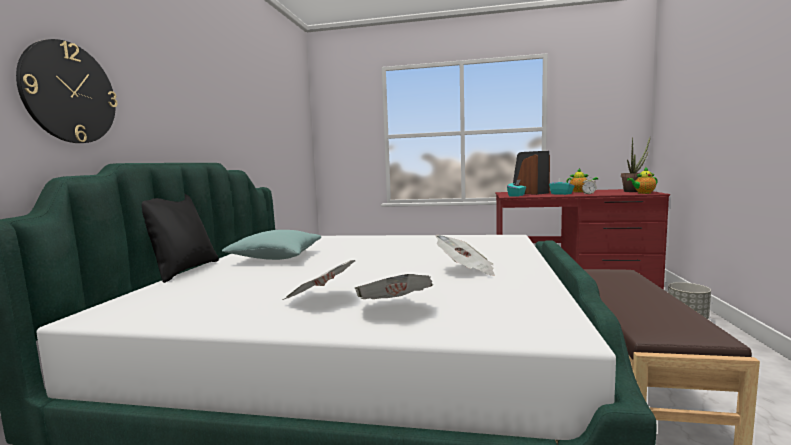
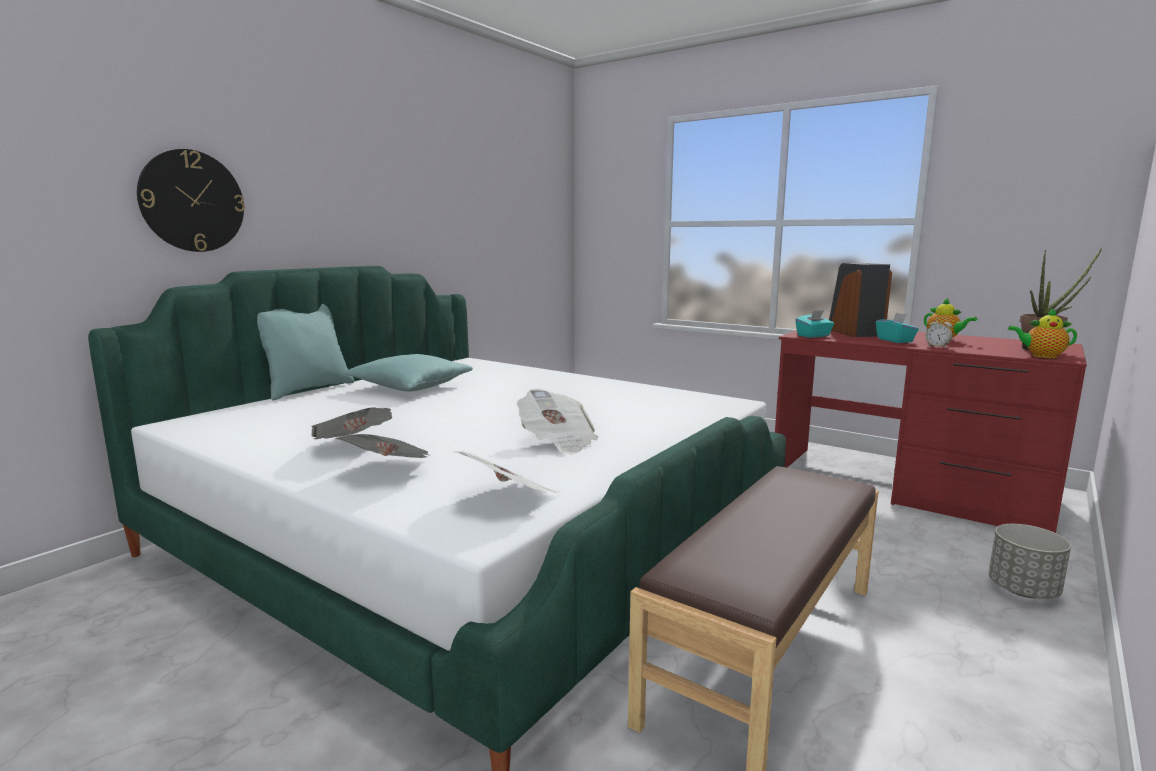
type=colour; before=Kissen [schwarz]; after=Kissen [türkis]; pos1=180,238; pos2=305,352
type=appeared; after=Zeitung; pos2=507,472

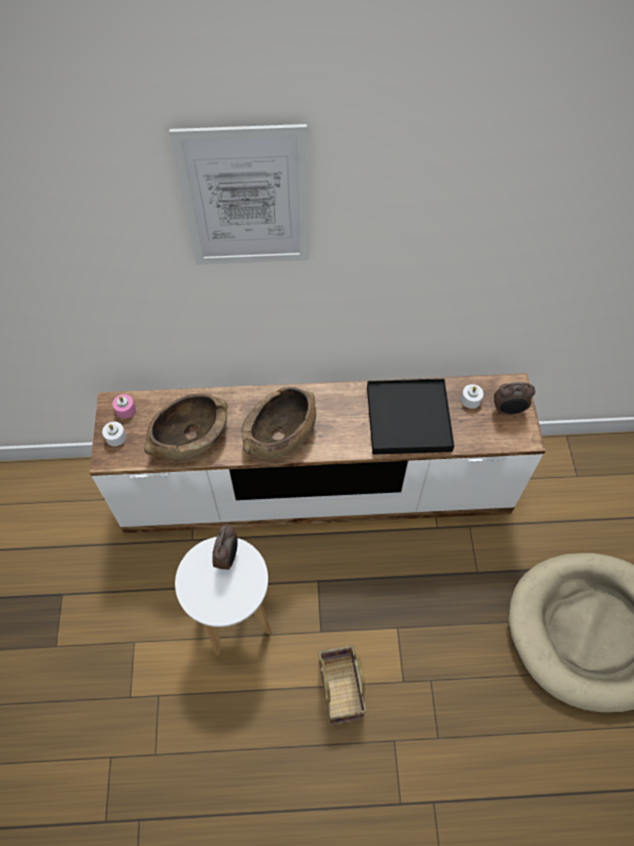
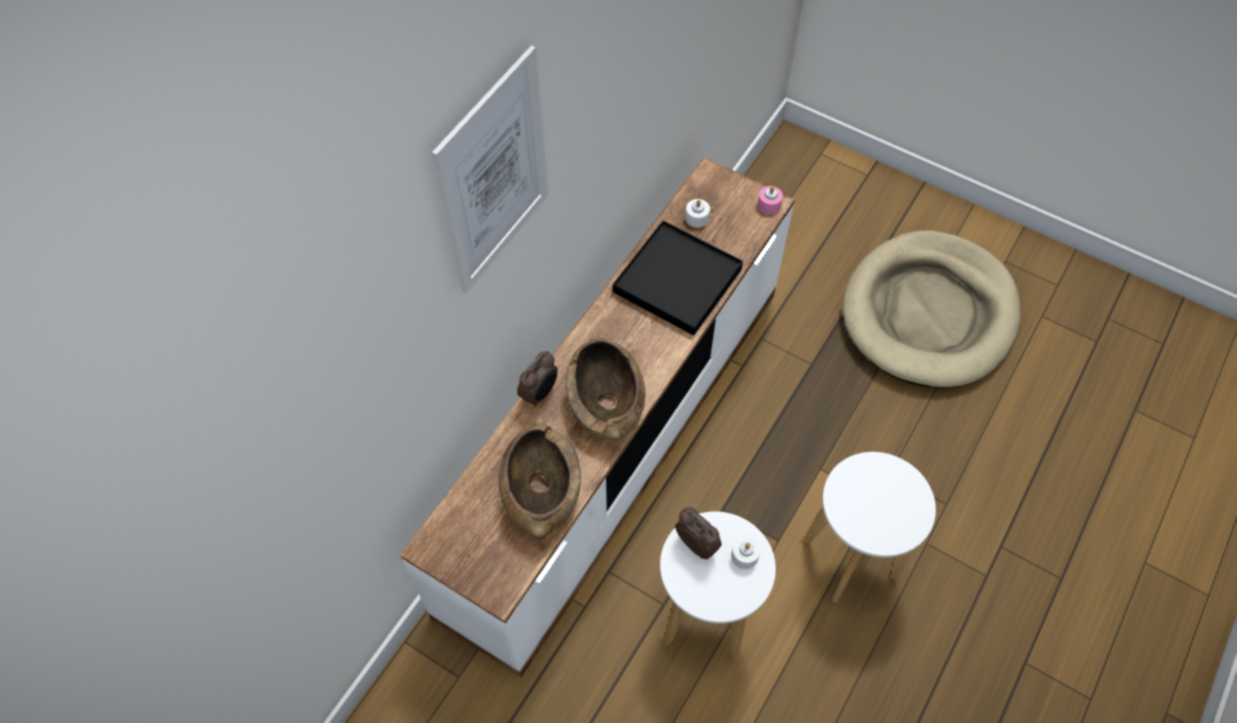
type=relocated; before=Wecker; pos1=514,398; pos2=537,379
type=relocated; before=Kerze [rosa]; pos1=124,406; pos2=770,200
type=relocated; before=Kerze [weiß]; pos1=114,434; pos2=745,553
type=exchanged; before=Korb; after=Hocker [weiß]; pos1=342,684; pos2=869,527

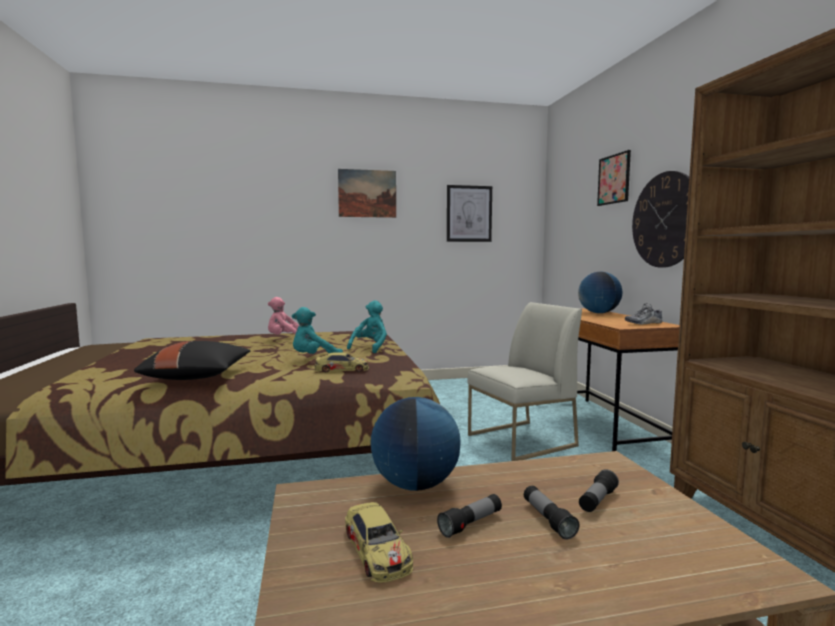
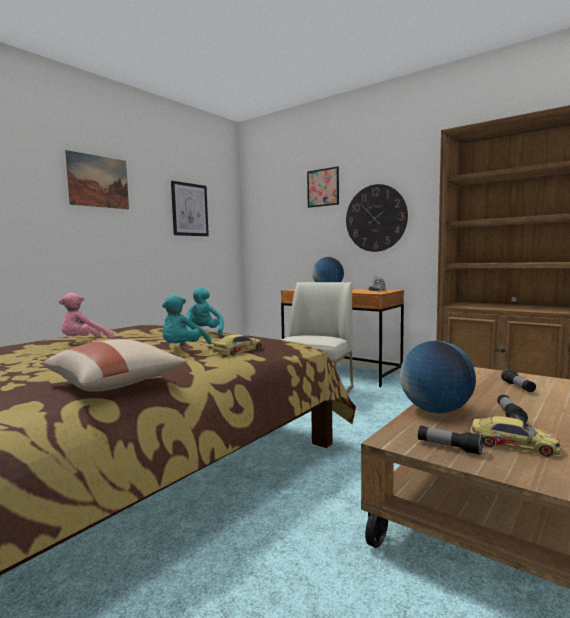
type=colour; before=Kissen [schwarz]; after=Kissen [beige]; pos1=192,360; pos2=115,365
type=relocated; before=Taschenlampe; pos1=551,513; pos2=450,440

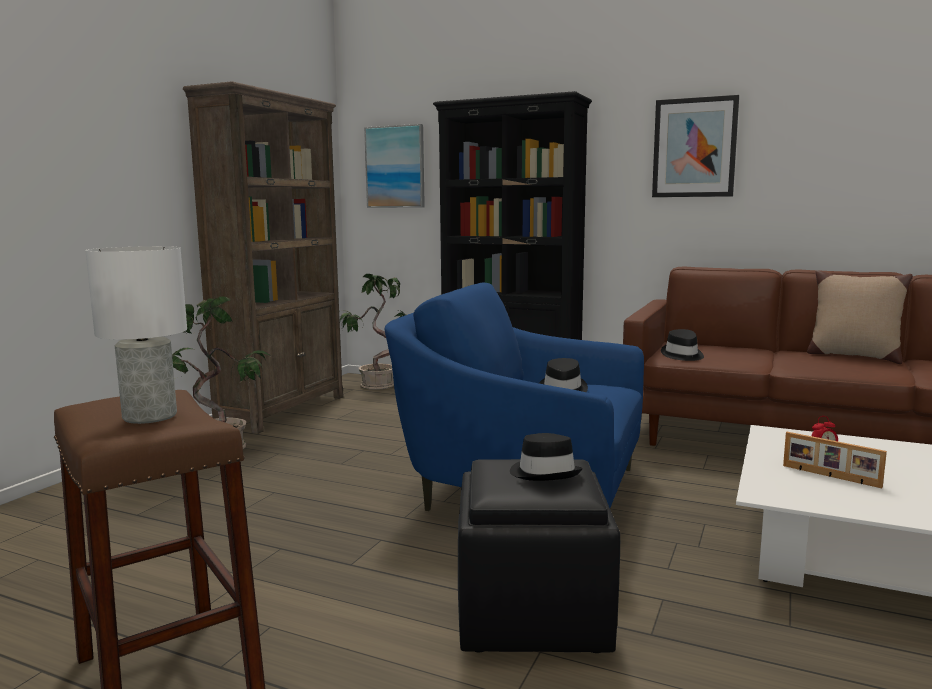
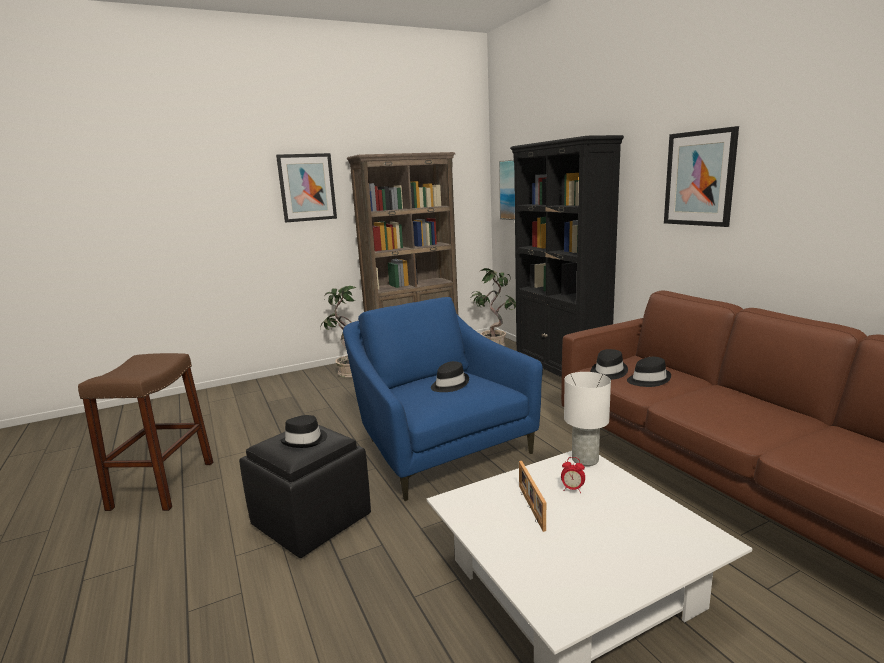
type=relocated; before=Tischlampe [weiß]; pos1=136,335; pos2=587,419
type=missing; before=Kissen [beige]; pos1=860,317
type=appeared; after=Bild; pos2=306,188
type=appeared; after=Hut [schwarz]; pos2=649,372

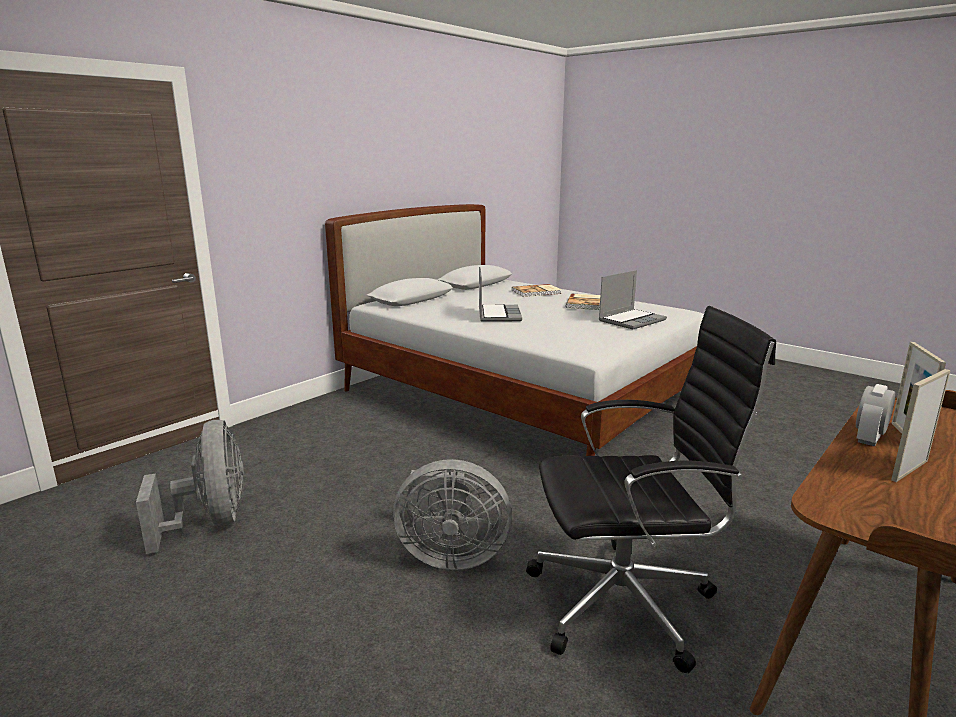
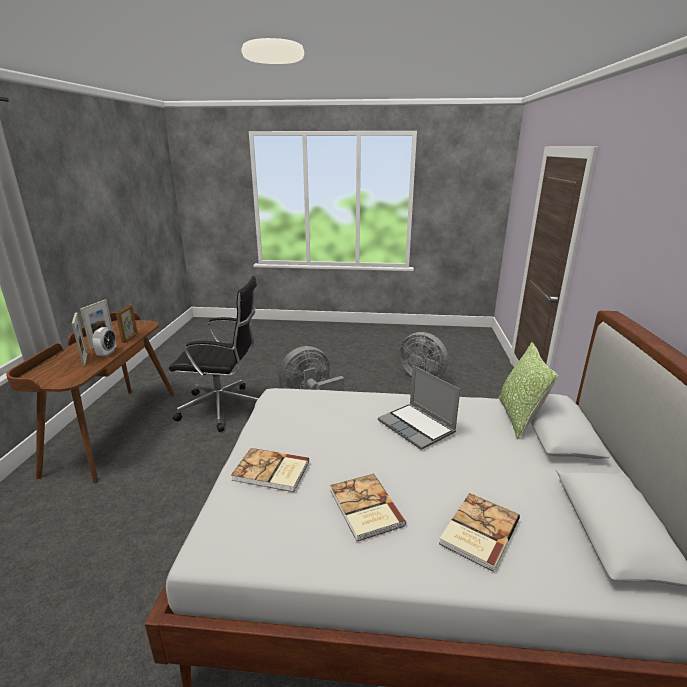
type=exchanged; before=Laptop; after=Buch; pos1=633,299; pos2=270,470
type=spun; before=Bürostuhl [schwarz]; pos1=651,489; pos2=213,354; turn=-135
type=appeared; after=Bilderrahmen; pos2=127,324
type=appeared; after=Kissen; pos2=528,390

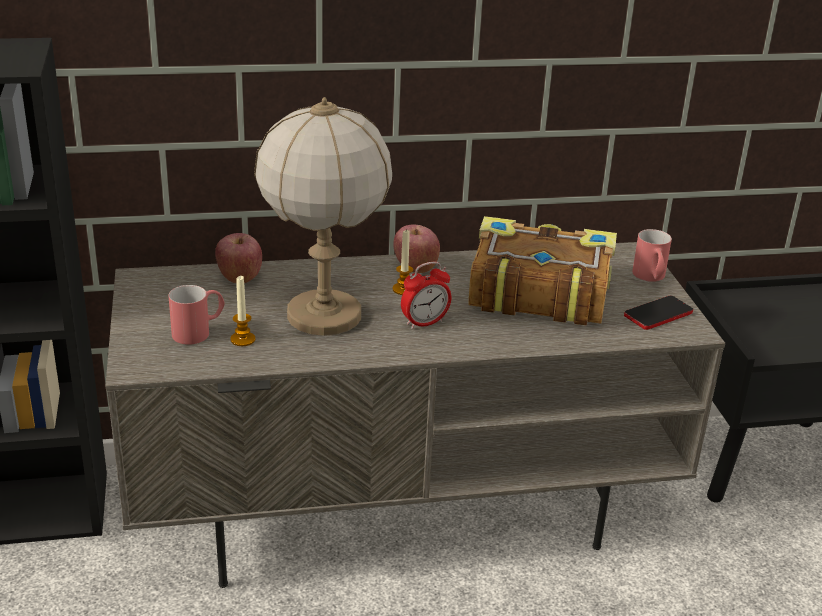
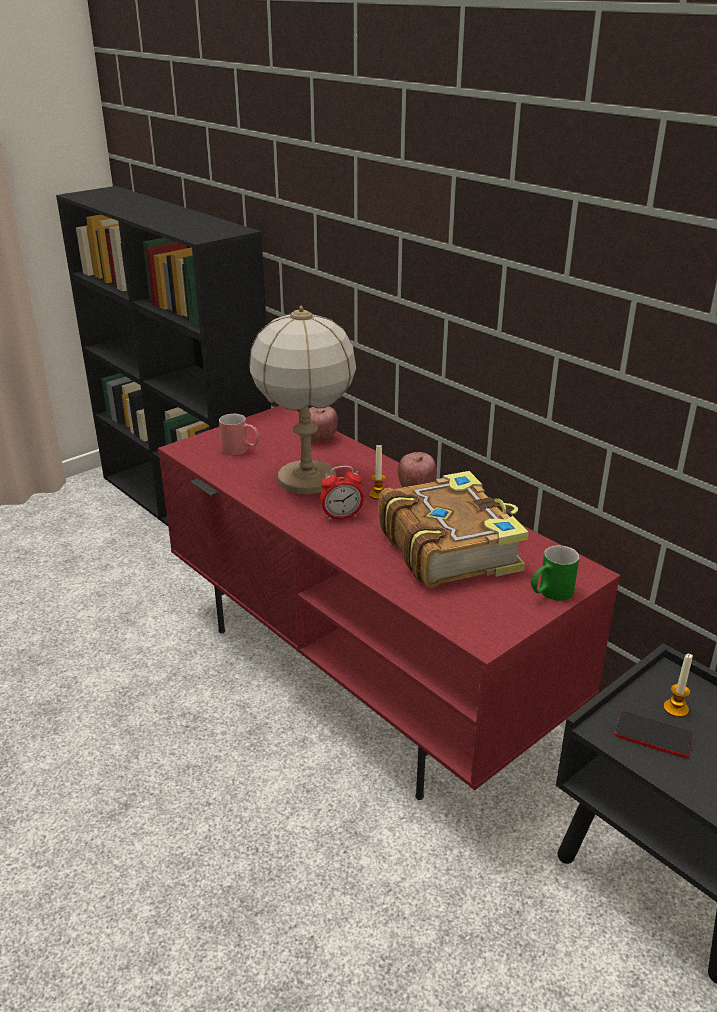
type=colour; before=Henkelbecher [rot]; after=Henkelbecher [grün]; pos1=652,255; pos2=554,573
type=colour; before=Fernsehschrank [grau]; after=Fernsehschrank [rot]; pos1=415,415; pos2=389,603
type=spun; before=Wecker; pos1=426,295; pos2=342,493; turn=-45
type=relocated; before=Kerze; pos1=243,311; pos2=678,685
type=relocated; before=Handy; pos1=658,313; pos2=653,734

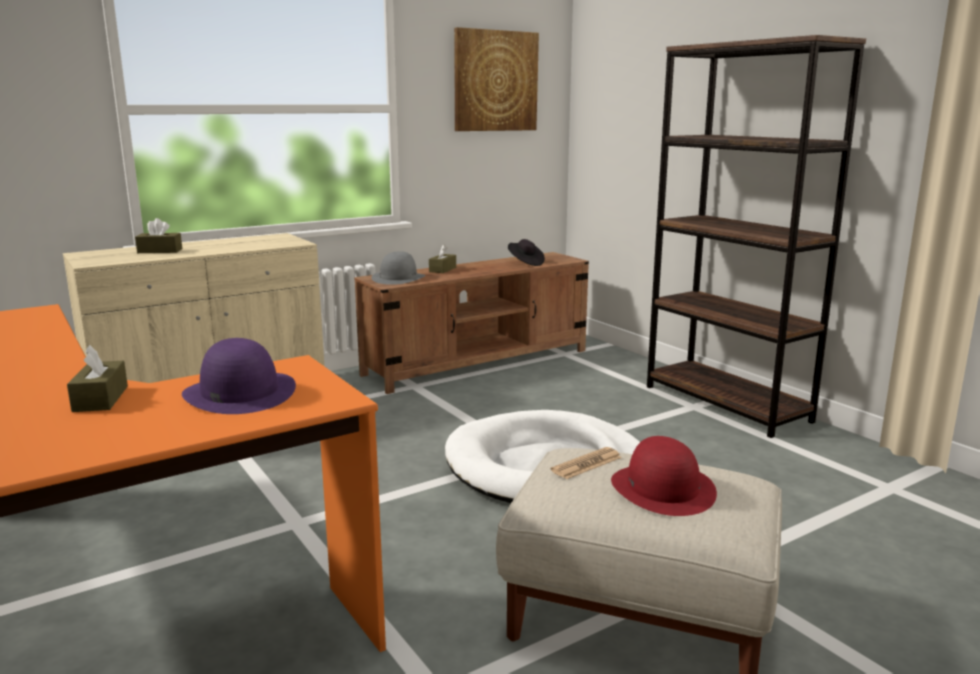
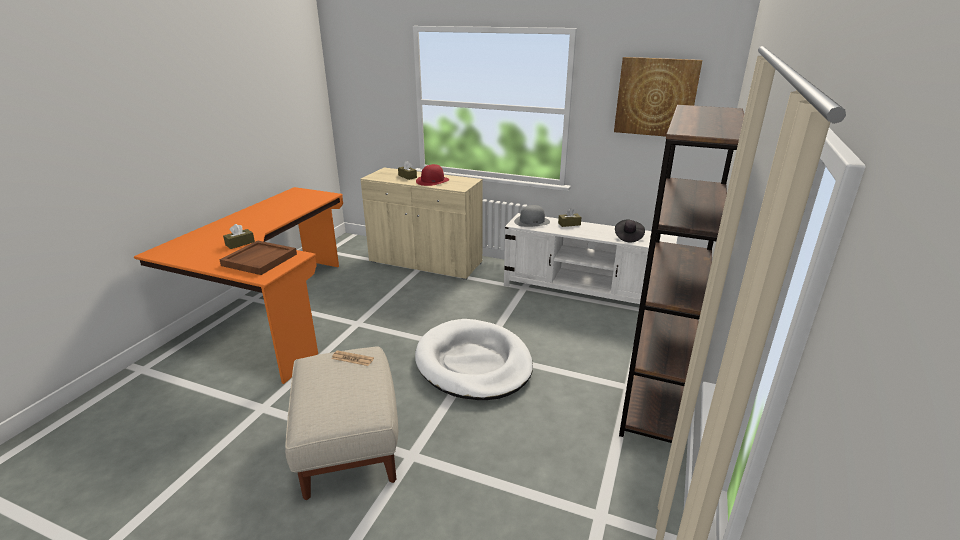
type=colour; before=Fernsehschrank [braun]; after=Fernsehschrank [weiß]; pos1=471,323; pos2=591,258
type=exchanged; before=Hut [lila]; after=Tablett [braun]; pos1=239,376; pos2=258,257
type=relocated; before=Hut [rot]; pos1=664,476; pos2=432,175

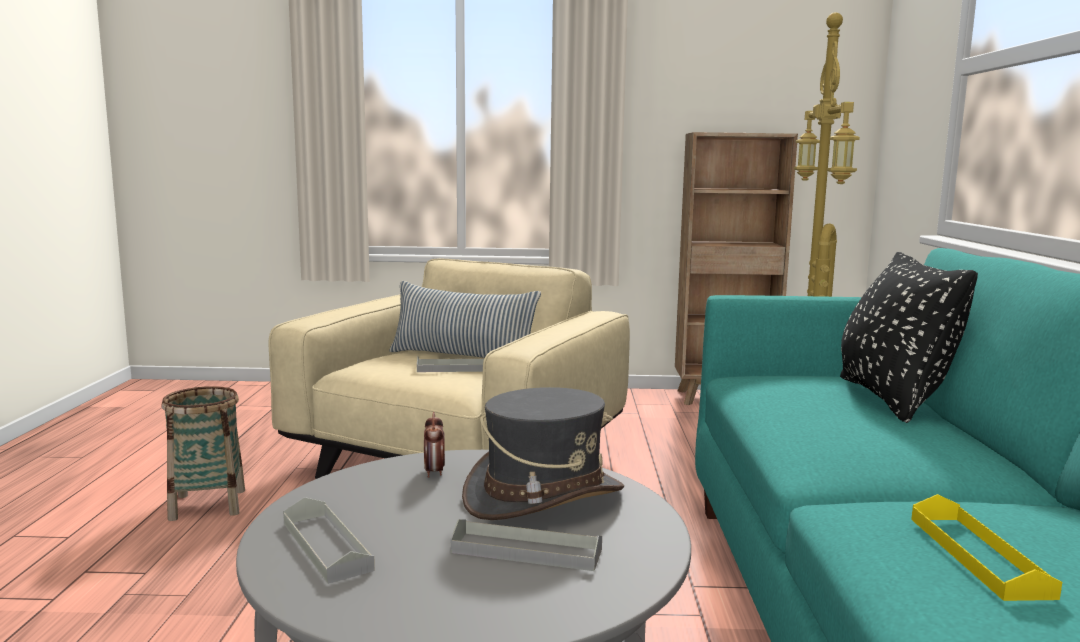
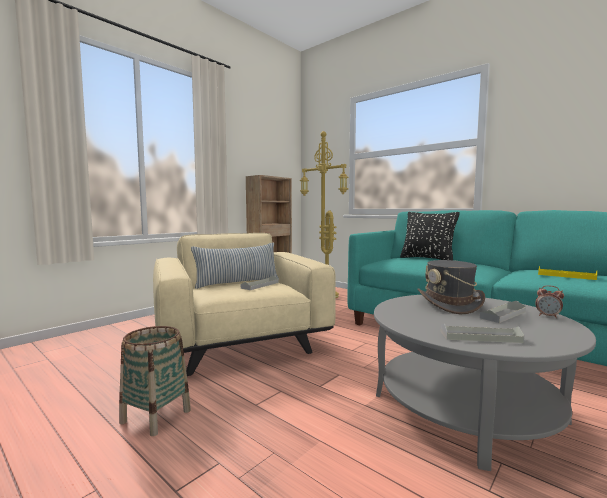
type=relocated; before=Wecker; pos1=434,445; pos2=549,301

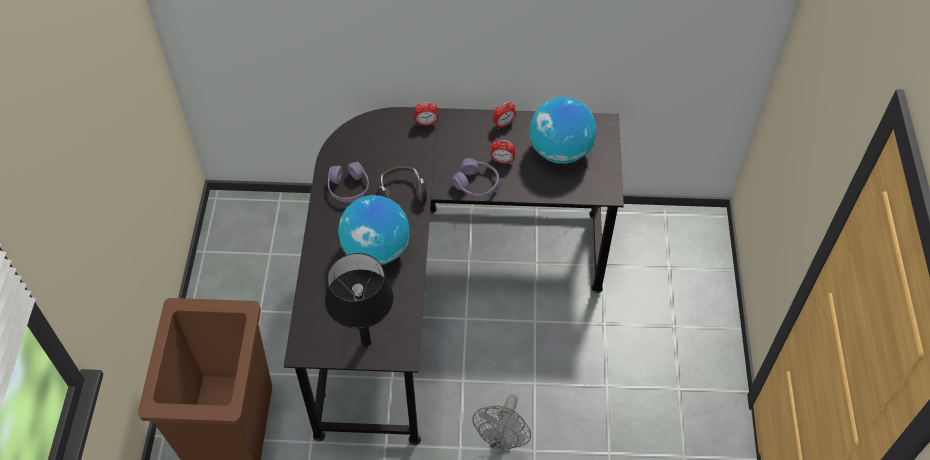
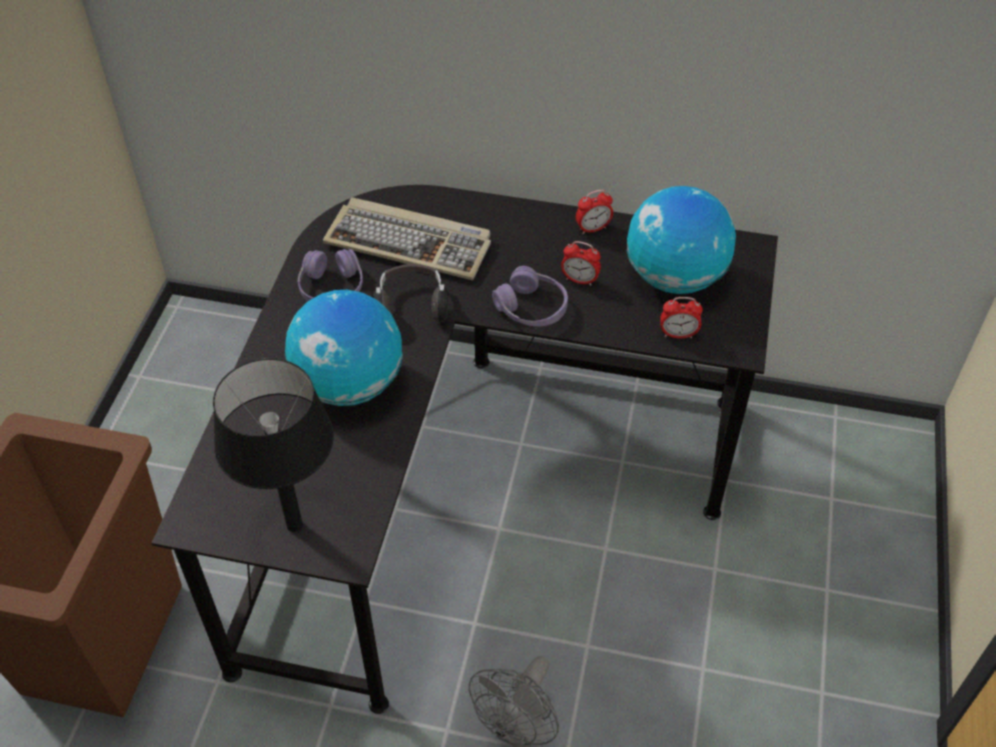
type=relocated; before=Wecker; pos1=426,114; pos2=681,318
type=appeared; after=Tastatur; pos2=407,238

